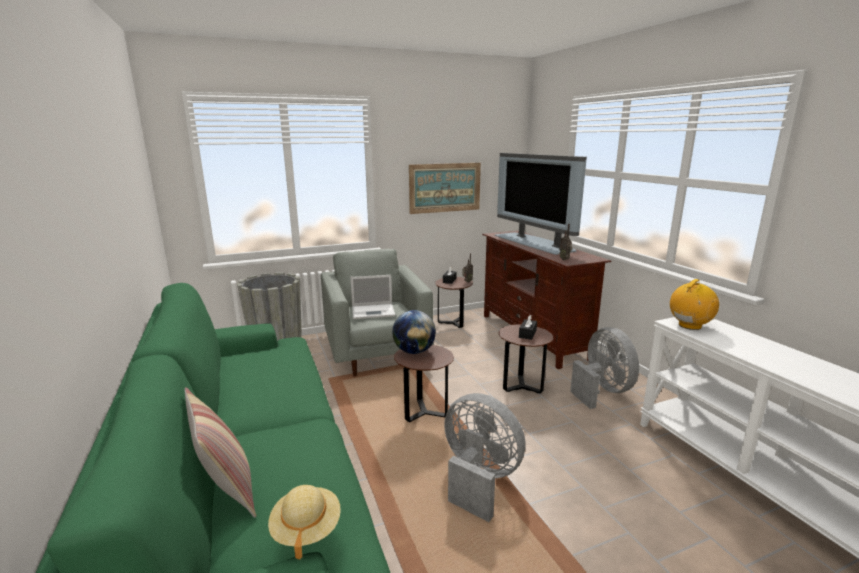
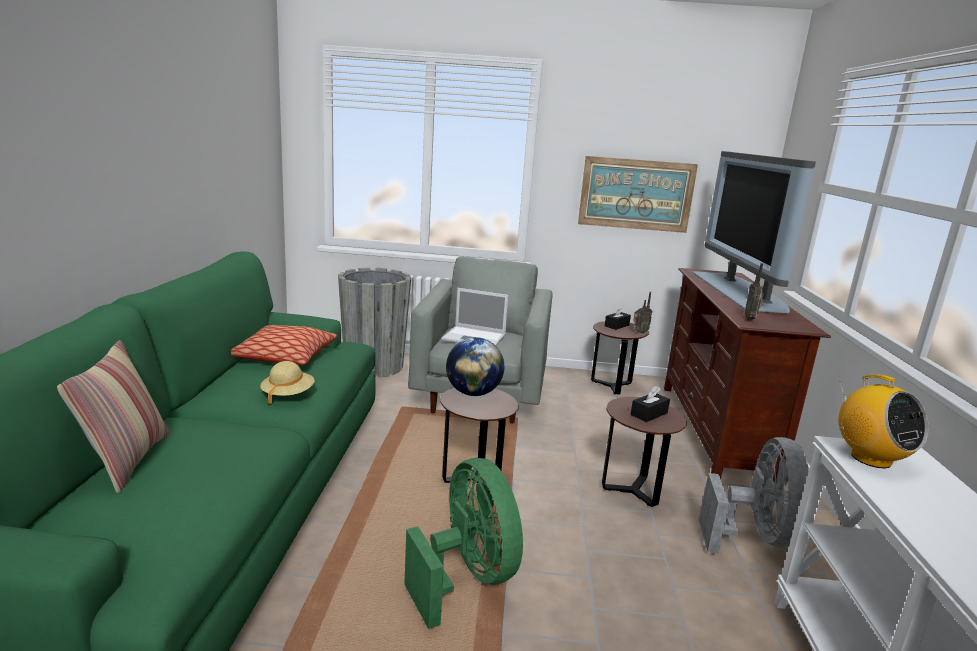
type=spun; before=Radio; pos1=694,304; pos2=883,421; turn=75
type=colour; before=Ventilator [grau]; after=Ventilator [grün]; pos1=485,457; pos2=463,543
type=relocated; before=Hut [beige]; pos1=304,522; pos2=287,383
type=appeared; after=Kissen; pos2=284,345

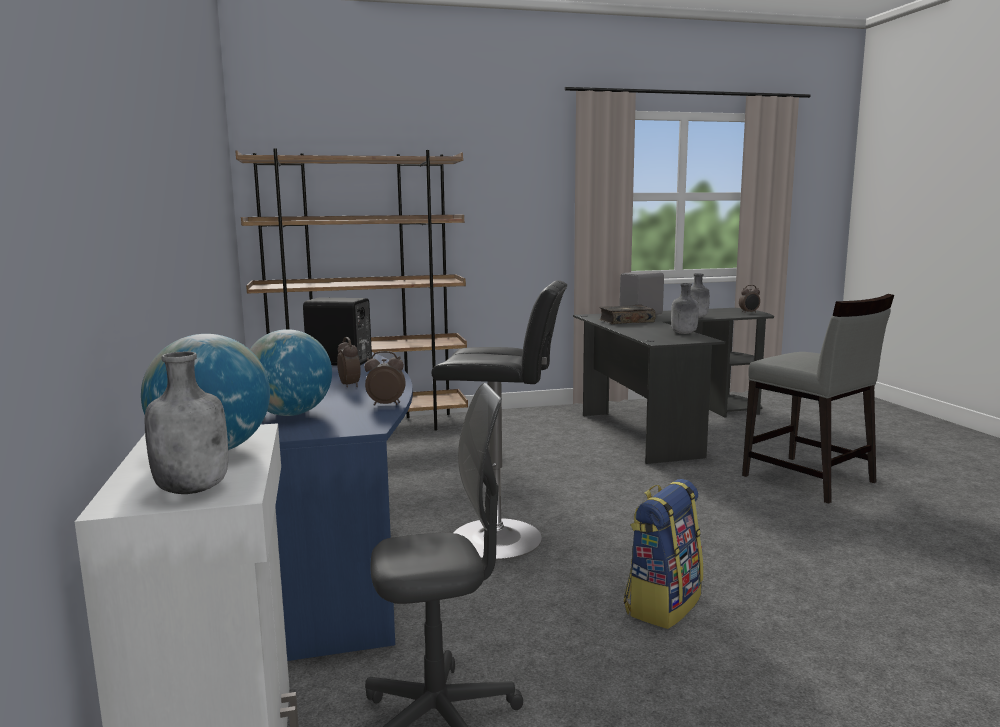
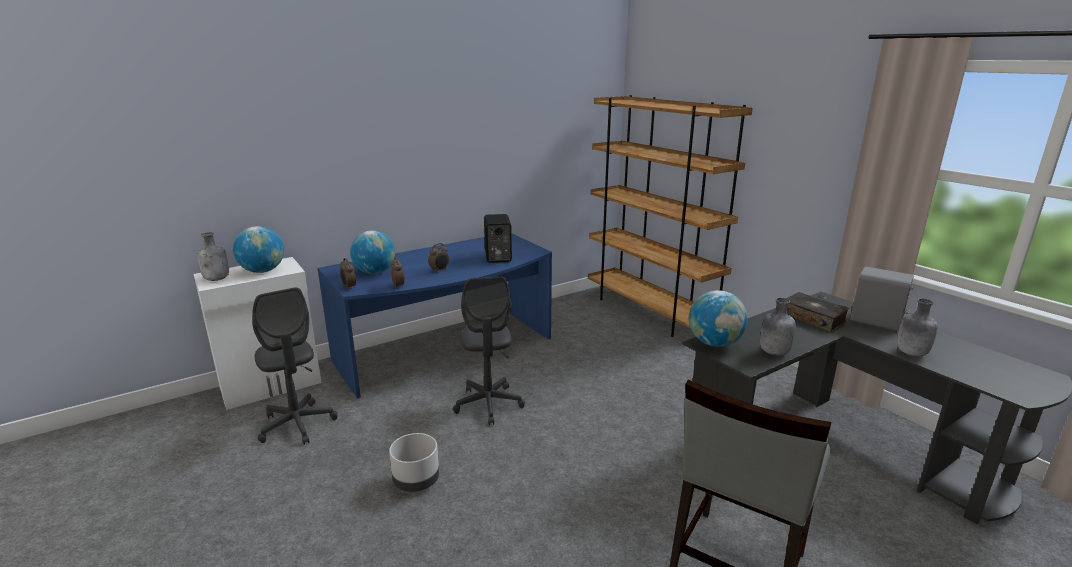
type=exchanged; before=Hocker [schwarz]; after=Bürostuhl [grau]; pos1=499,420; pos2=489,351
type=relocated; before=Wecker; pos1=749,299; pos2=348,274
type=exchanged; before=Rucksack; after=Pflanzkübel [grau]; pos1=663,554; pos2=414,462
type=appeared; after=Globus; pos2=718,318

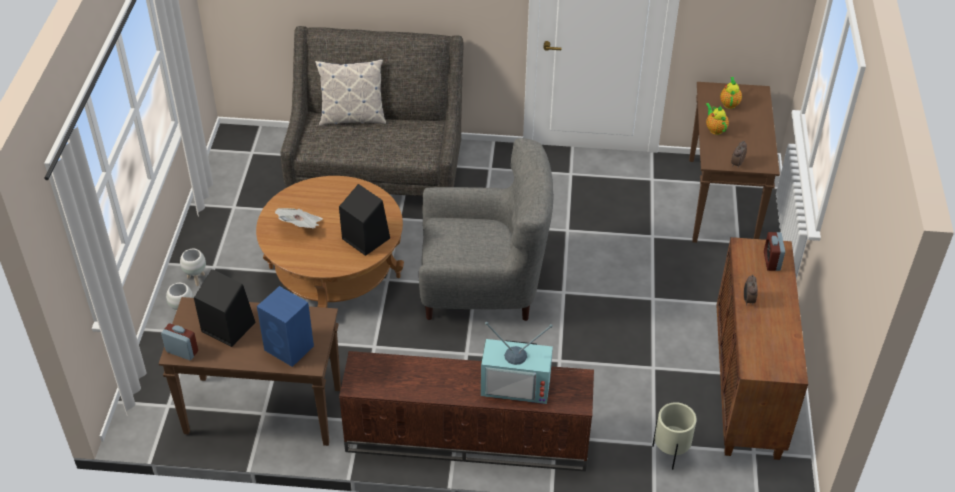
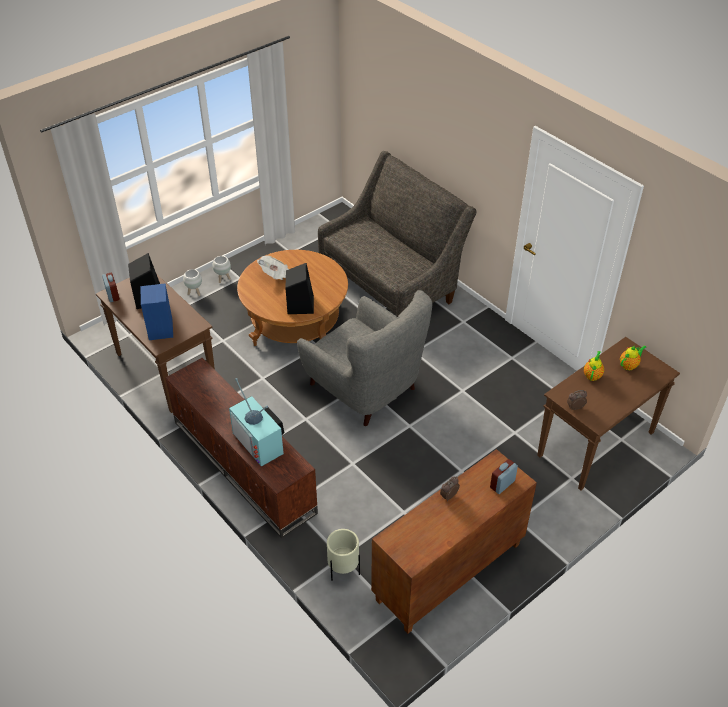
type=missing; before=Kissen; pos1=350,92

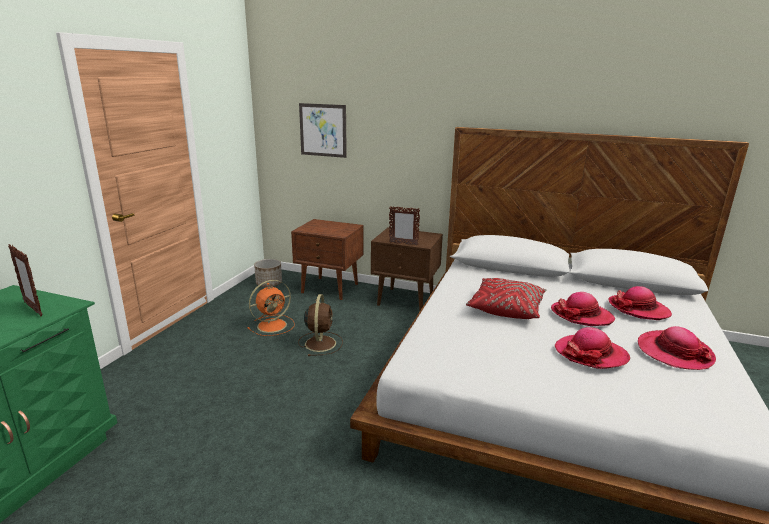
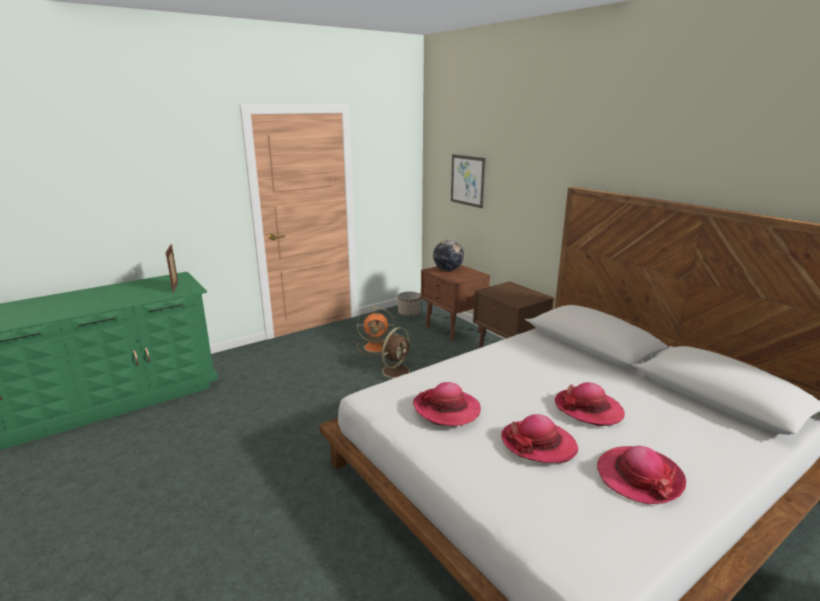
type=missing; before=Bilderrahmen; pos1=404,226
type=missing; before=Kissen [rot]; pos1=506,298
type=relocated; before=Hut; pos1=640,303; pos2=447,404
type=appeared; after=Globus; pos2=448,255

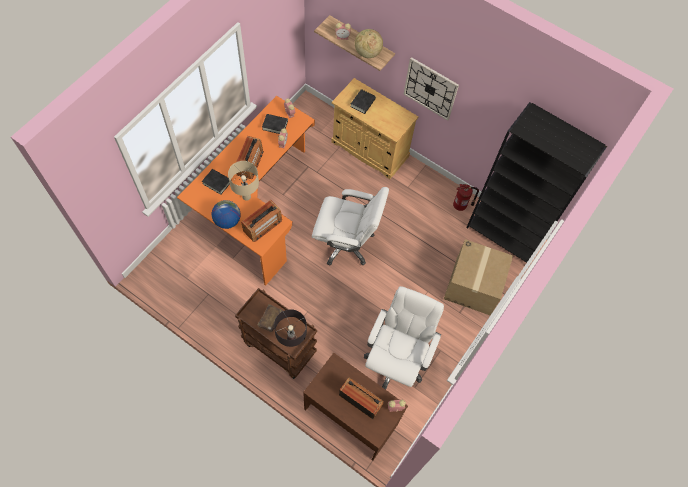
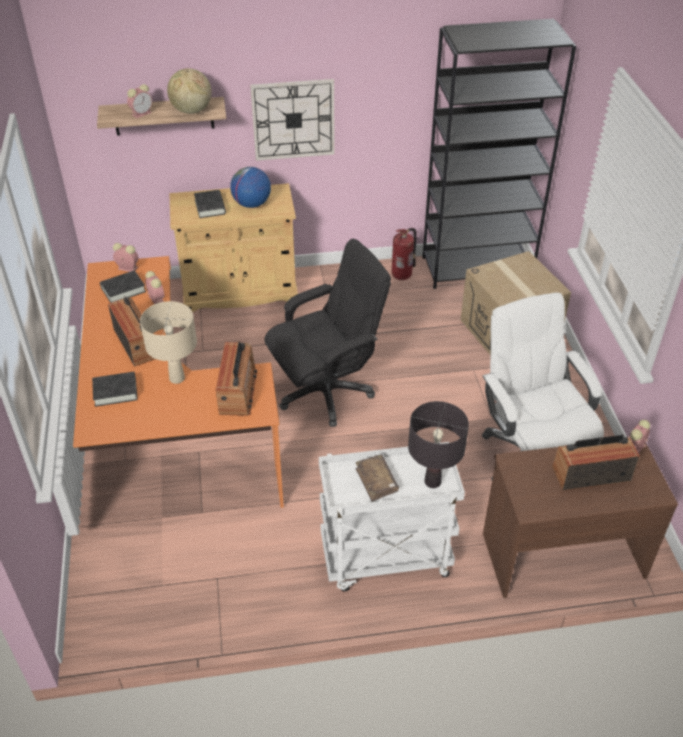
type=colour; before=Bürostuhl [weiß]; after=Bürostuhl [schwarz]; pos1=350,226; pos2=327,333
type=relocated; before=Globus; pos1=226,214; pos2=250,187
type=colour; before=Rollwagen [braun]; after=Rollwagen [weiß]; pos1=276,333; pos2=392,516

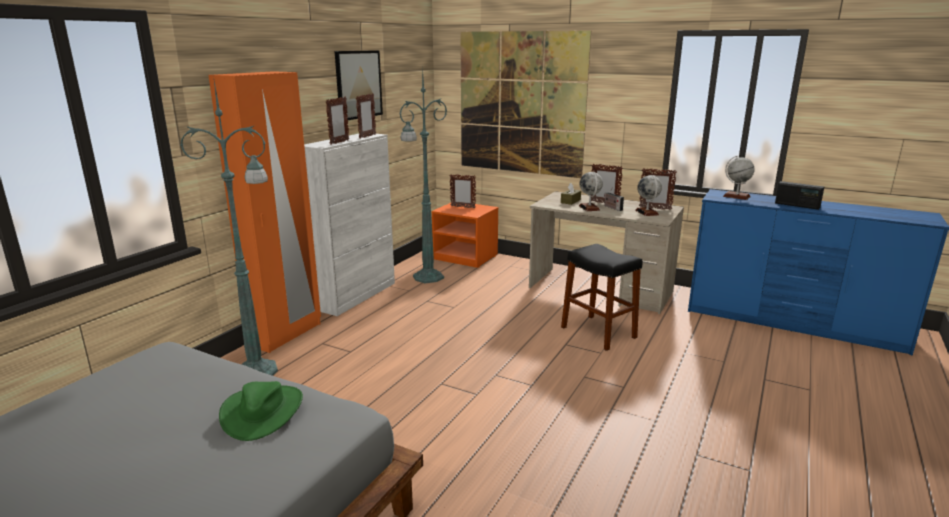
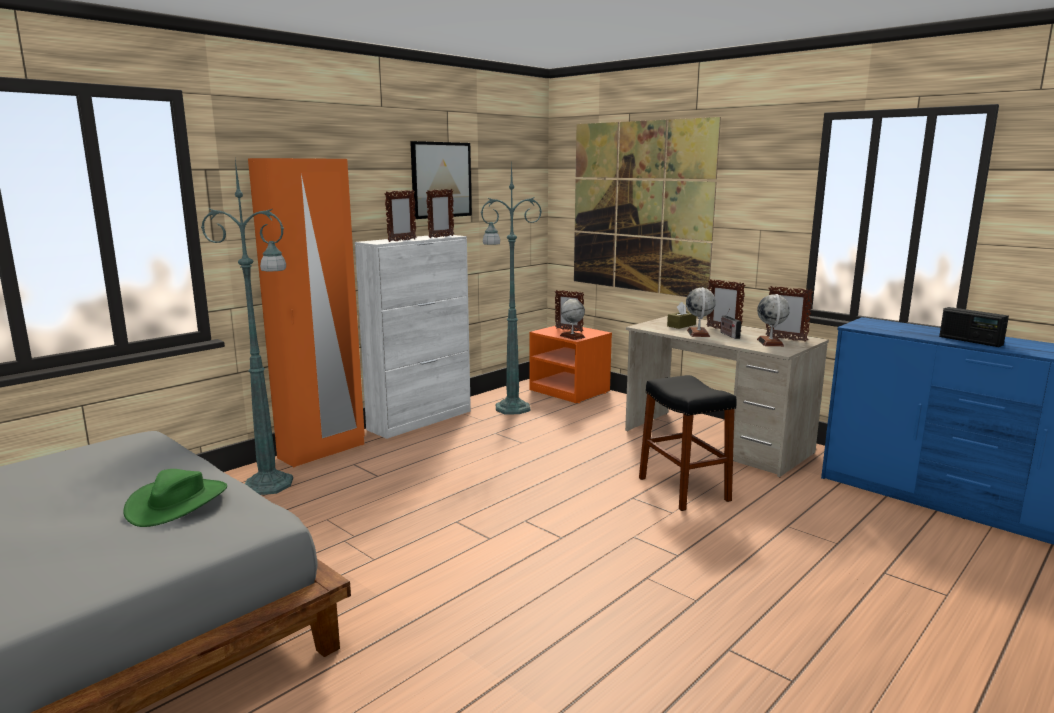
type=relocated; before=Globus; pos1=739,178; pos2=572,318

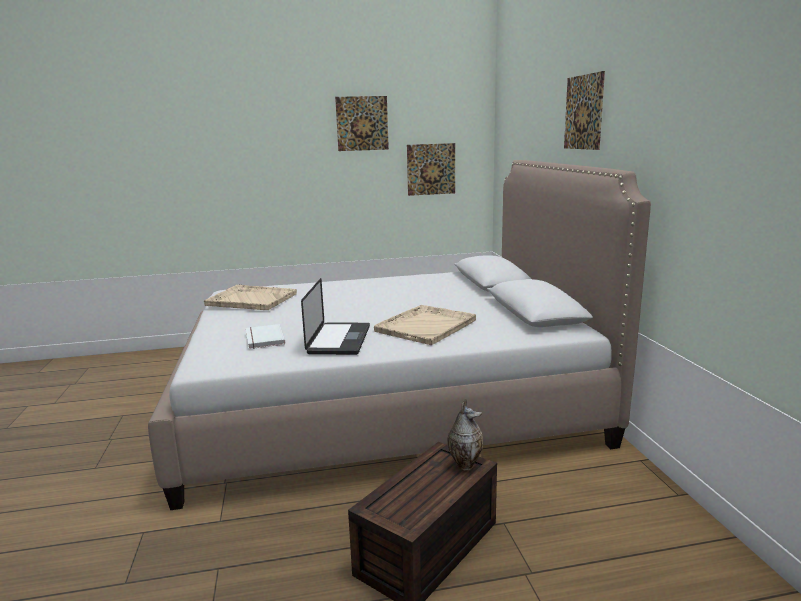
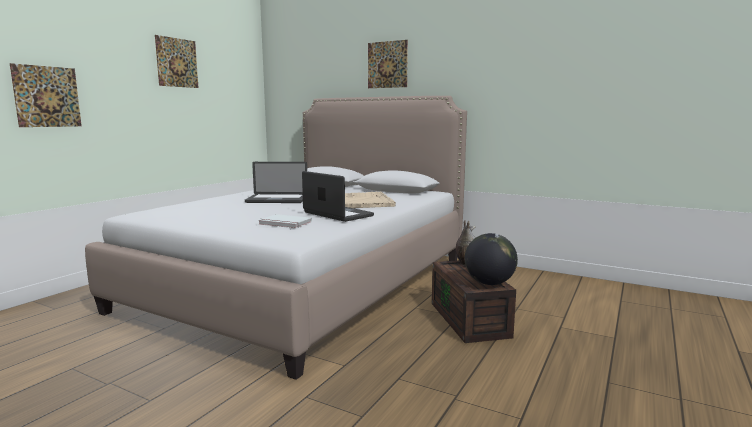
type=relocated; before=Bild; pos1=431,169; pos2=46,95
type=missing; before=Tablett [beige]; pos1=250,297
type=appeared; after=Laptop; pos2=276,182
type=appeared; after=Globus; pos2=491,259

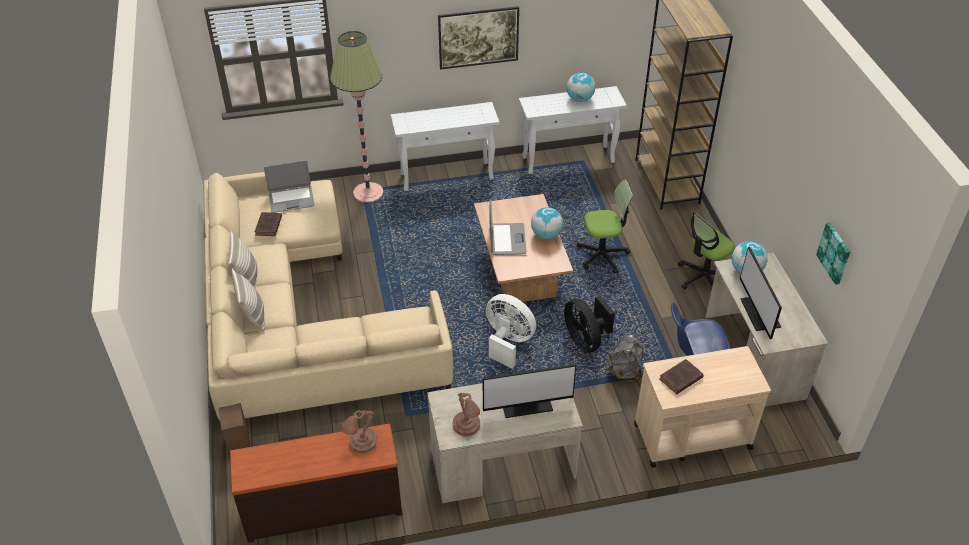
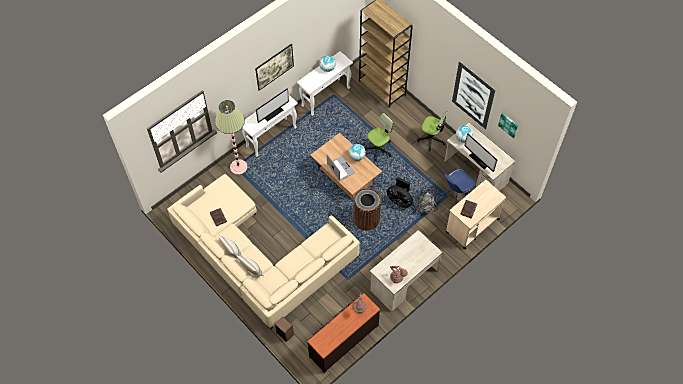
type=missing; before=Laptop; pos1=289,186
type=spun; before=Bürostuhl; pos1=706,251; pos2=432,131; turn=-90
type=exchanged; before=Ventilator [weiß]; after=Mülleimer [braun]; pos1=511,331; pos2=367,209
type=relocated; before=Monitor; pos1=529,391; pos2=272,105
type=appeared; after=Bild; pos2=473,95

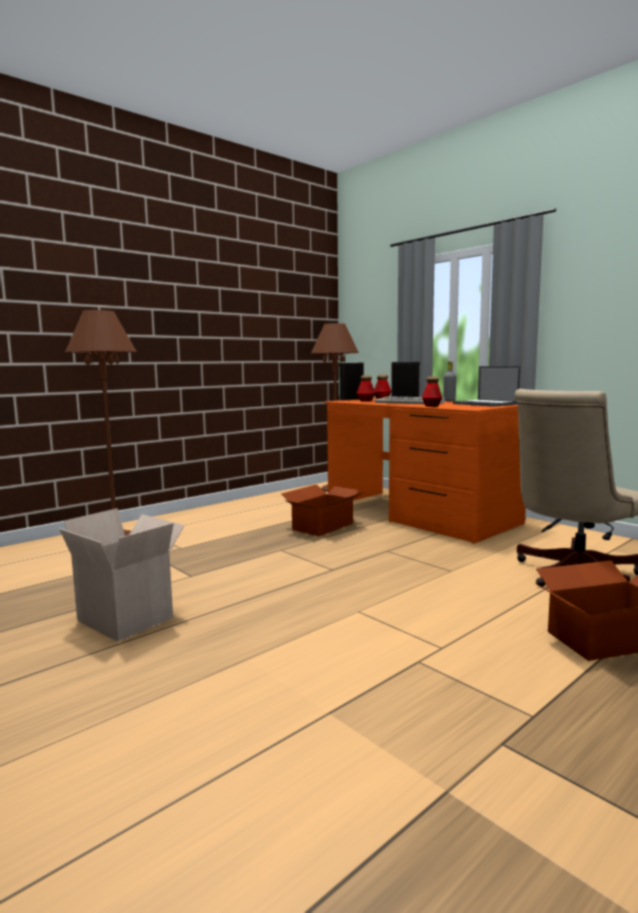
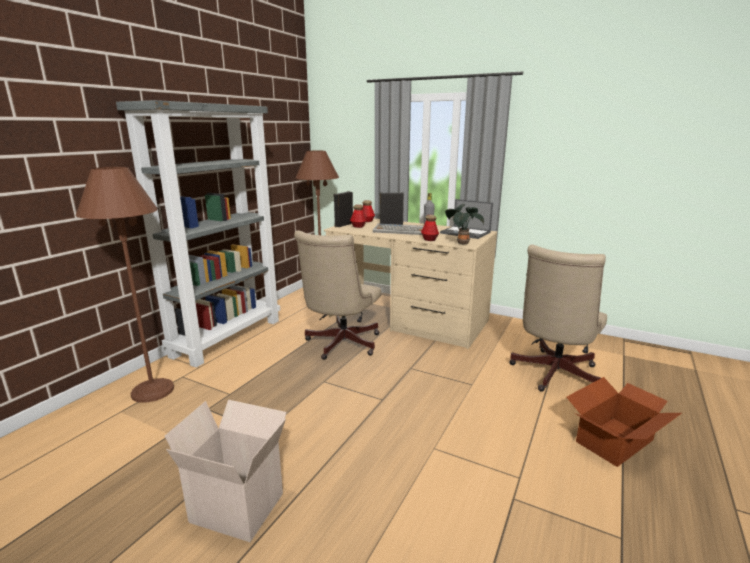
type=colour; before=Schreibtisch [orange]; after=Schreibtisch [beige]; pos1=425,471; pos2=410,283
type=exchanged; before=Karton; after=Bürostuhl [beige]; pos1=323,510; pos2=337,295
type=appeared; after=Bücherregal [grau]; pos2=198,234
type=appeared; after=Topfpflanze; pos2=464,224

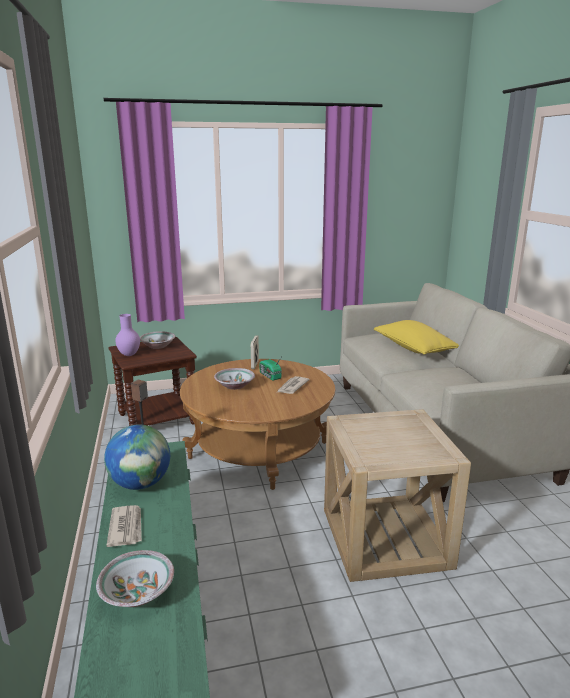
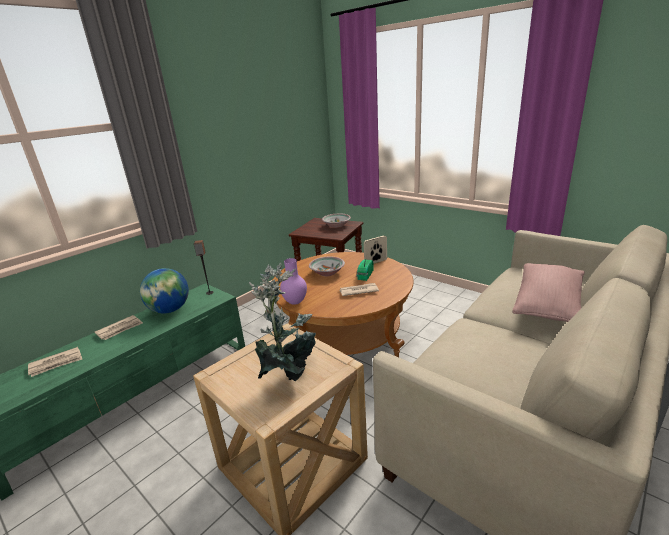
type=relocated; before=Vase [lila]; pos1=127,335; pos2=293,281
type=colour; before=Kissen [gelb]; after=Kissen [rosa]; pos1=416,337; pos2=548,292
type=exchanged; before=Schüssel; after=Zeitung; pos1=135,578; pos2=55,362
type=appeared; after=Topfpflanze; pos2=282,322

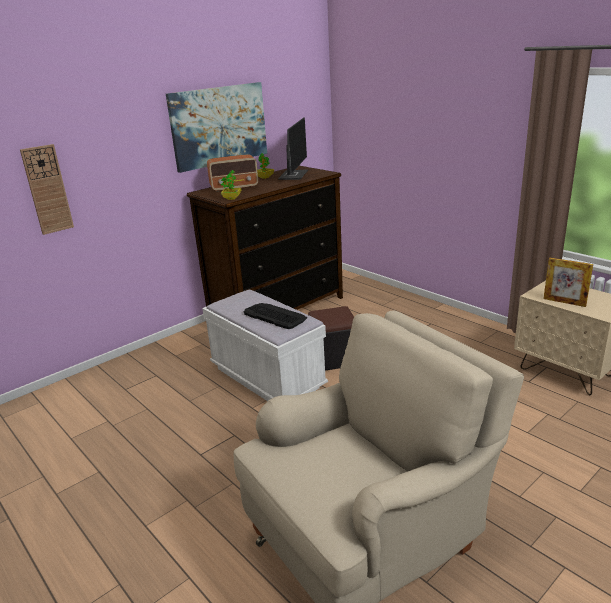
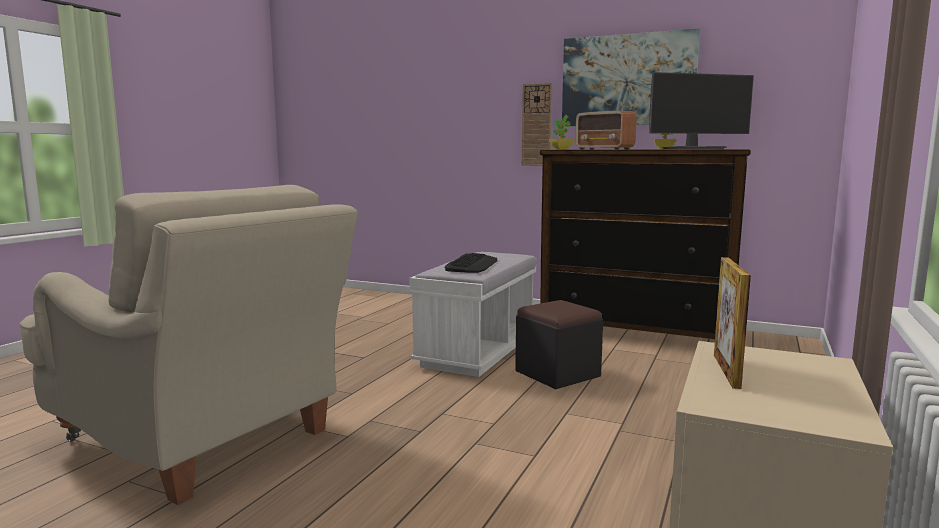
type=relocated; before=Wanduhr; pos1=47,189; pos2=536,124

